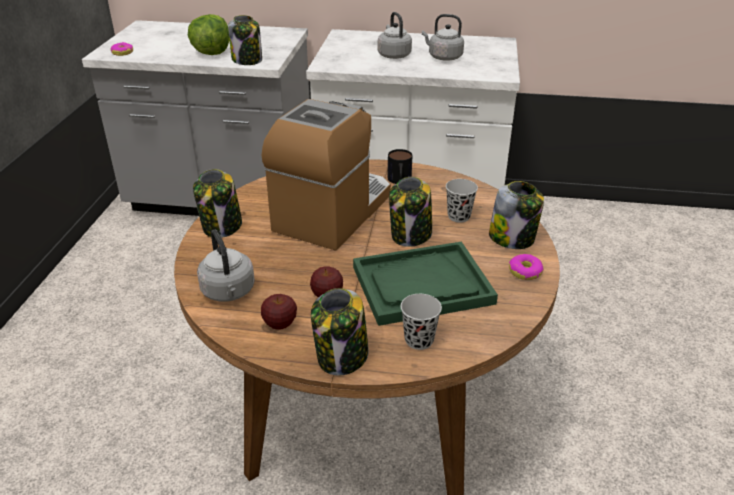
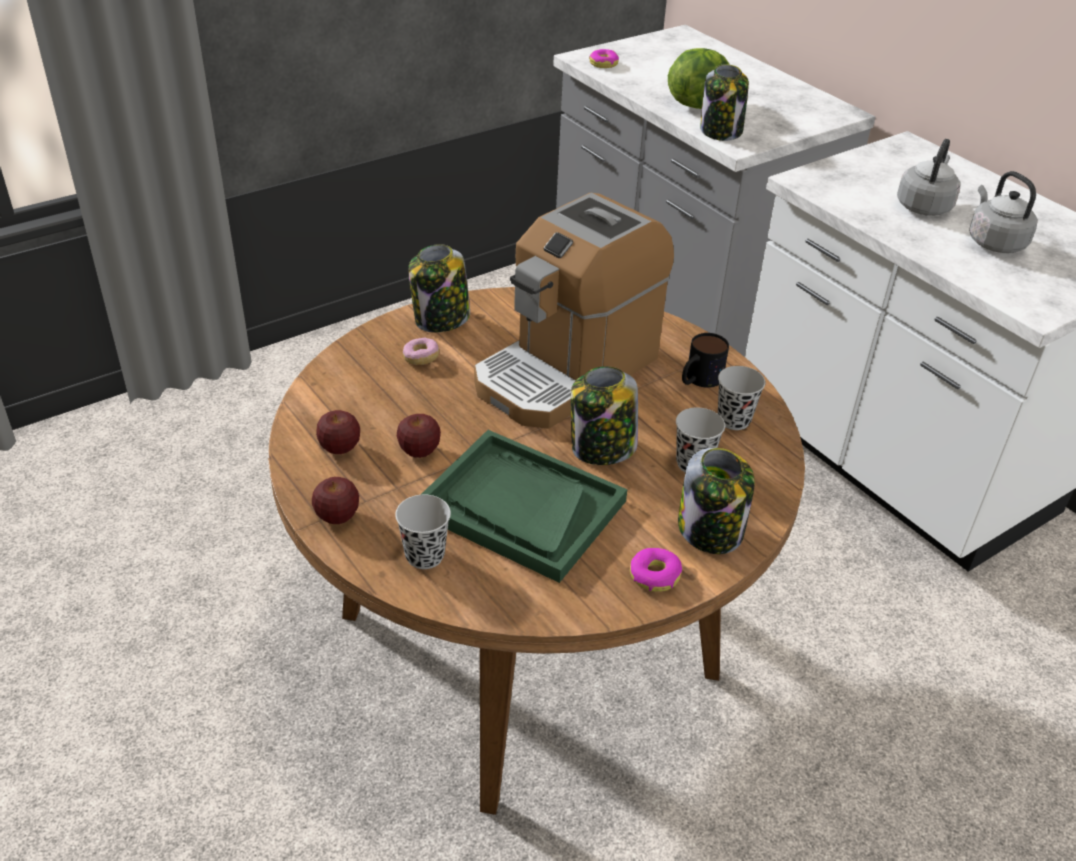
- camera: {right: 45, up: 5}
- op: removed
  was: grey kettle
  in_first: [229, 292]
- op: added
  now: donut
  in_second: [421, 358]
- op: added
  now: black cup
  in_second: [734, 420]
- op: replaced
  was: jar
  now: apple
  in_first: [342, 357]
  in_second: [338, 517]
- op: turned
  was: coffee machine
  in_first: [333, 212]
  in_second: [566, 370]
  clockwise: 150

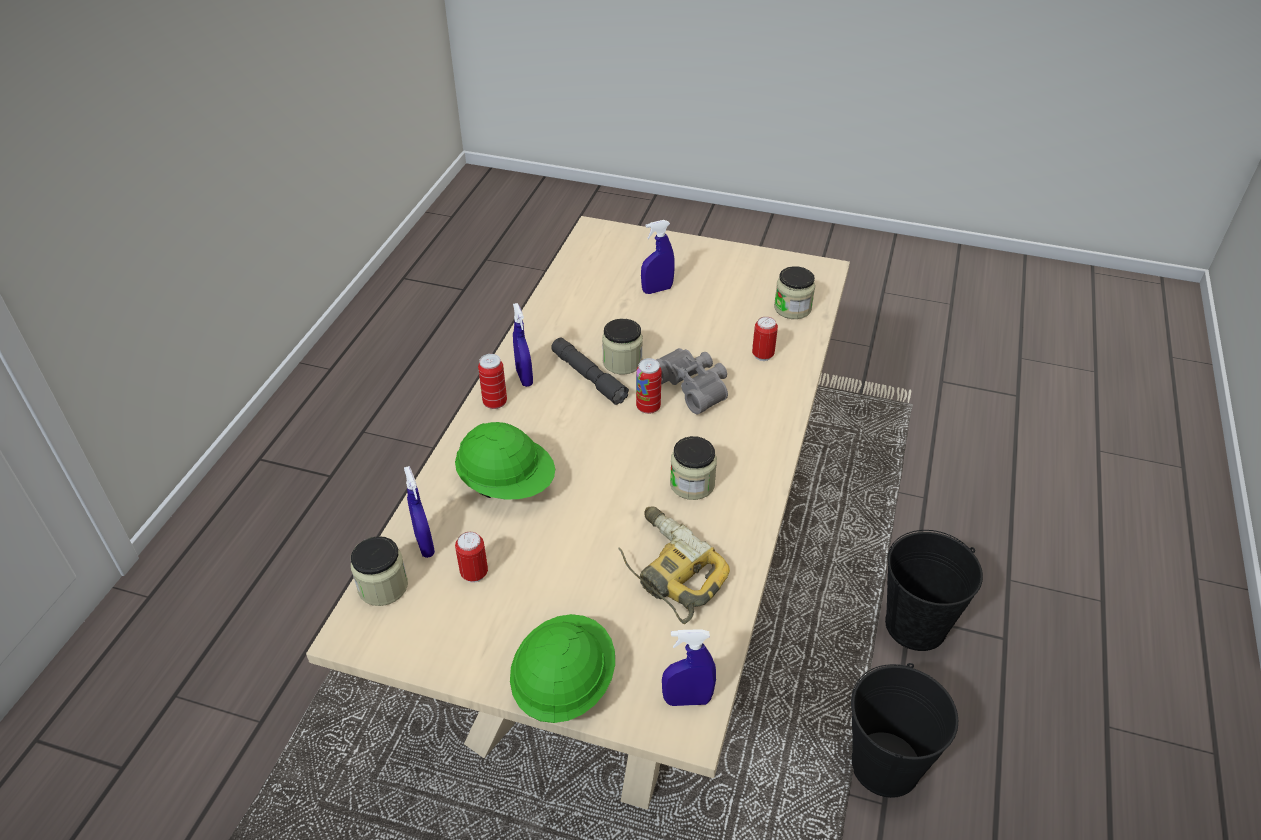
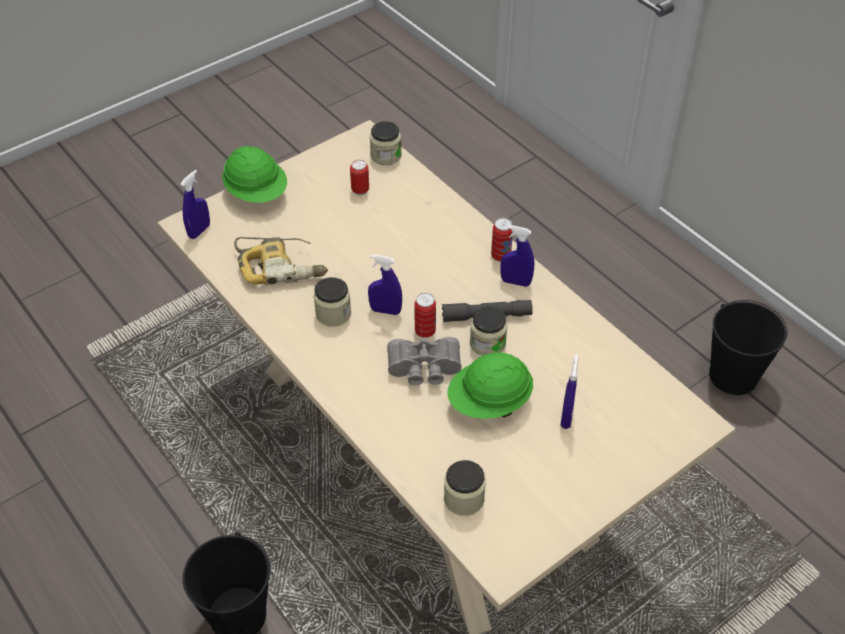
- camera: {right: 125, up: 5}
- op: removed
  was: can
  in_first: [762, 355]
- op: moved
  was: blue spray bottle
  in_first: [424, 544]
  in_second: [385, 310]
- op: moved
  was: green hard hat
  in_first: [507, 484]
  in_second: [489, 402]
- op: moved
  was: black bucket
  in_first: [886, 765]
  in_second: [733, 376]

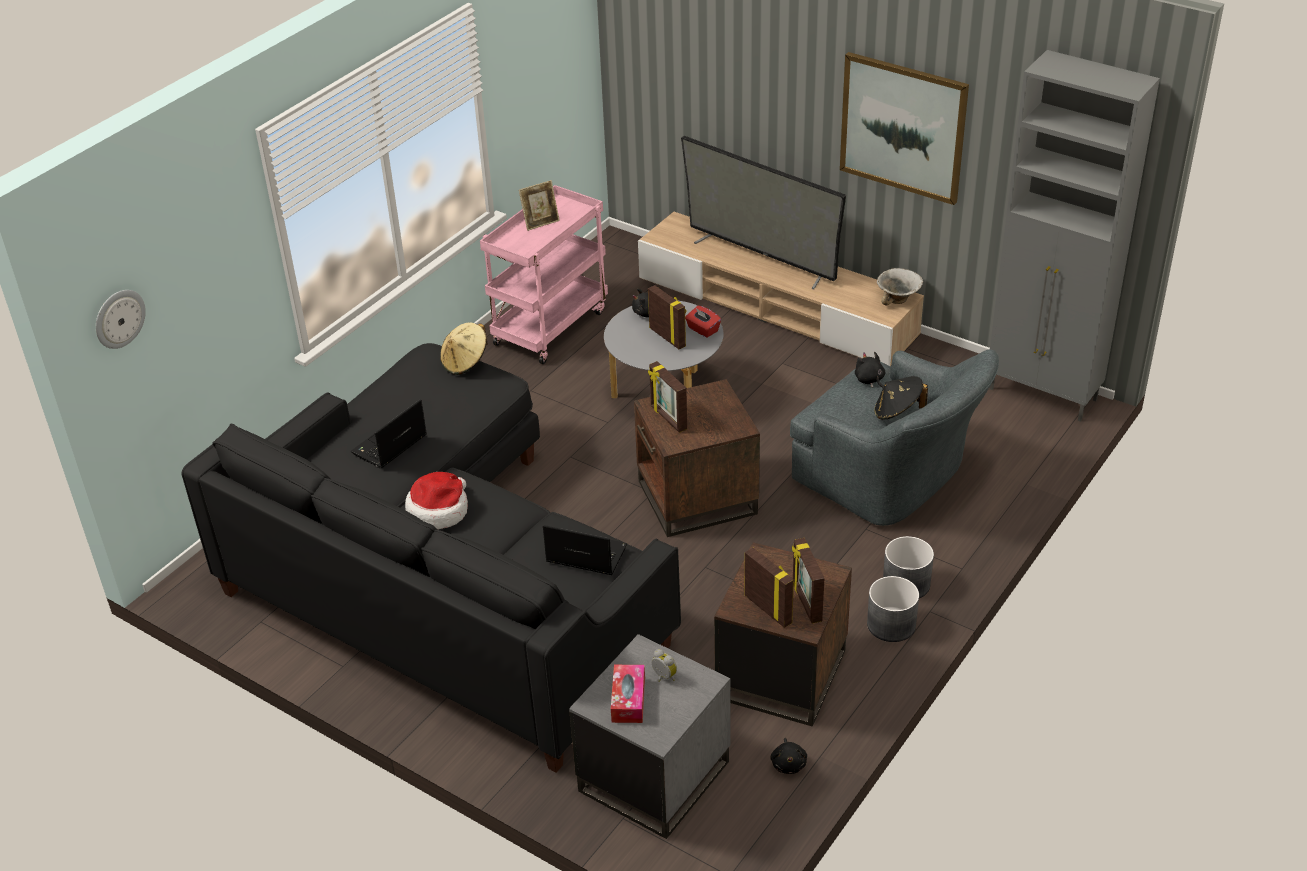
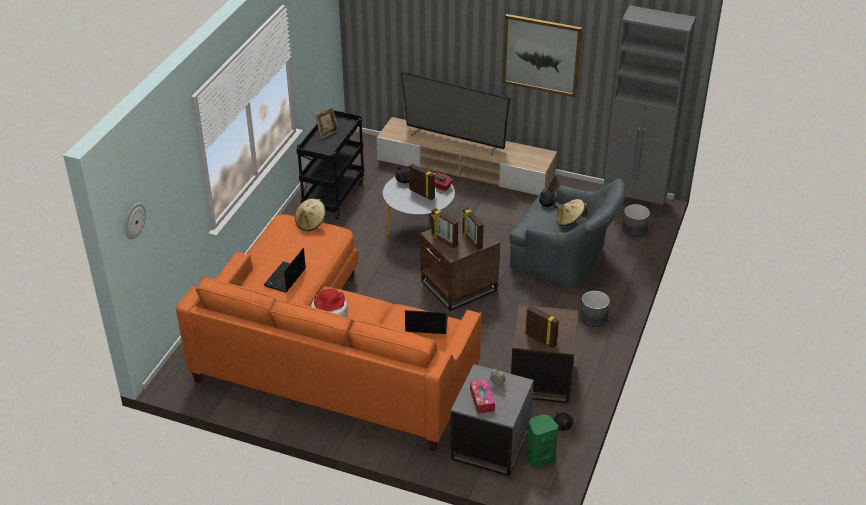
- camera: {right: -15, up: 0}
- op: removed
  was: bowl
  in_first: [898, 300]
- op: added
  now: green speaker
  in_second: [539, 457]
- op: moved
  was: picture frame
  in_first: [806, 602]
  in_second: [471, 241]
- op: moved
  was: grey planter
  in_first: [891, 625]
  in_second: [634, 230]
- op: recoloured
  was: black sofa
  now: orange sofa
  in_first: [446, 583]
  in_second: [329, 356]
- op: recoloured
  was: pink cart
  now: black cart
  in_first: [550, 326]
  in_second: [333, 196]
- op: recoloured
  was: black hat
  now: beige hat
  in_first: [897, 412]
  in_second: [570, 221]

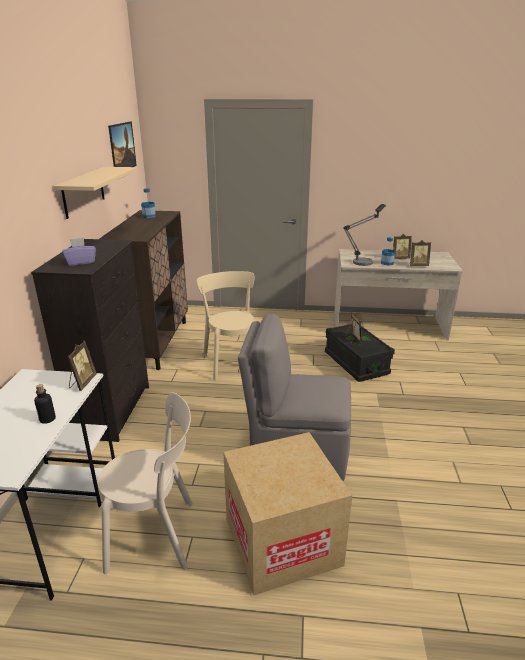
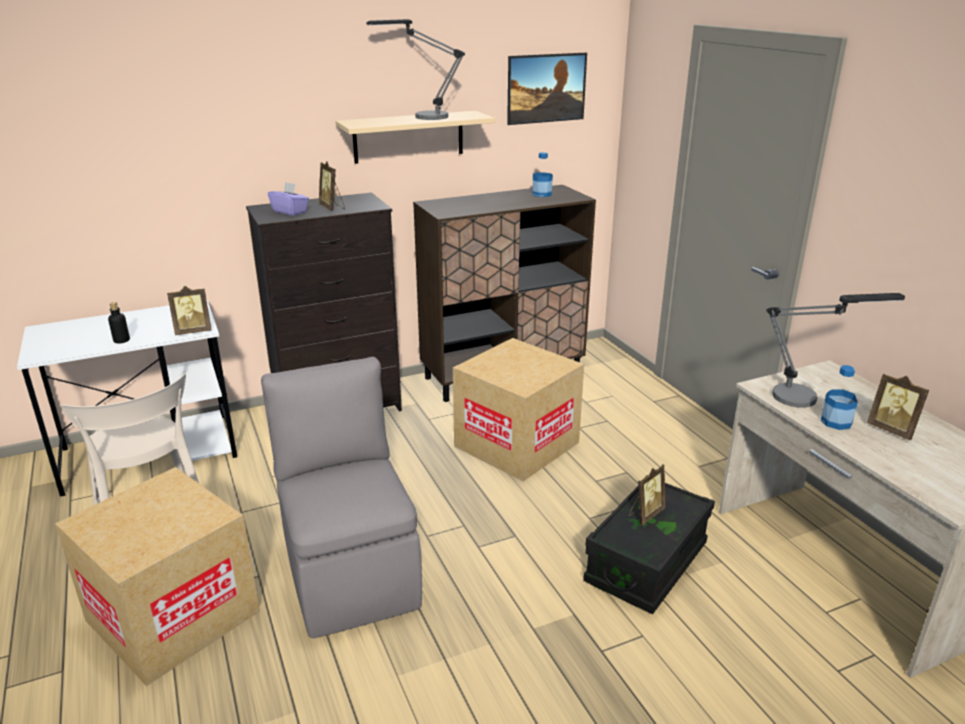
- camera: {right: 60, up: 0}
- op: added
  now: table lamp
  in_second: [422, 117]
- op: moved
  was: picture frame
  in_first: [418, 265]
  in_second: [332, 207]
- op: replaced
  was: beige chair
  now: cardboard box
  in_first: [231, 362]
  in_second: [516, 444]

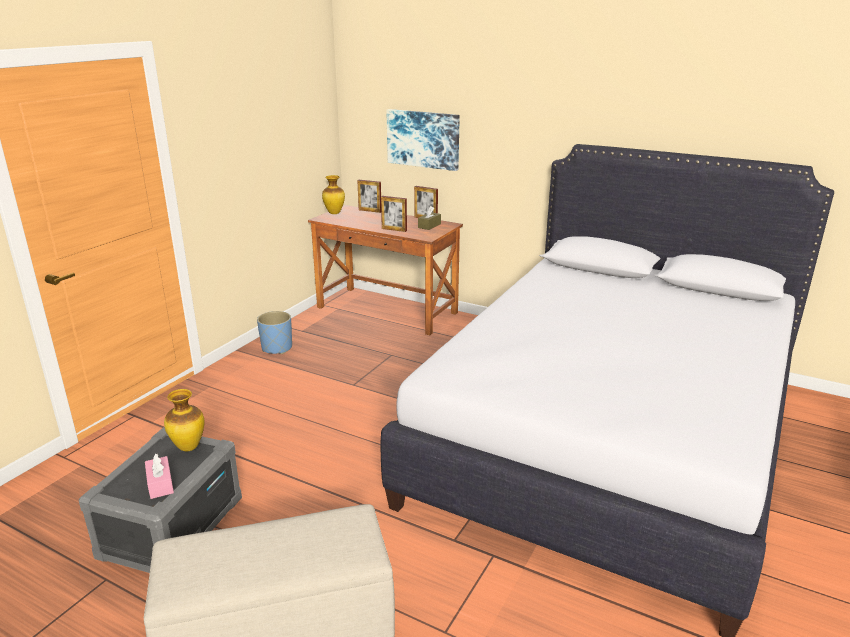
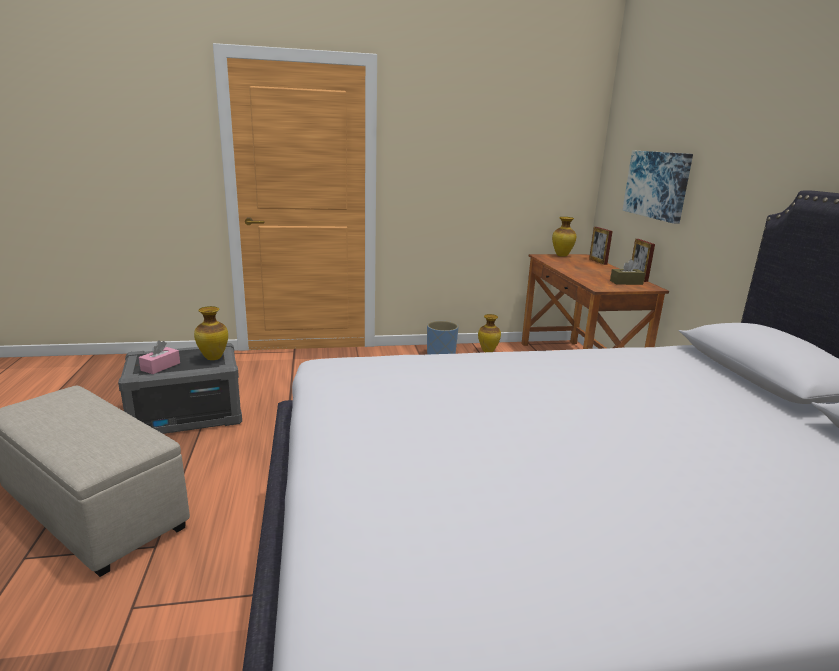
- camera: {right: 50, up: -5}
- op: removed
  was: picture frame
  in_first: [394, 229]
- op: added
  now: vase
  in_second: [488, 351]

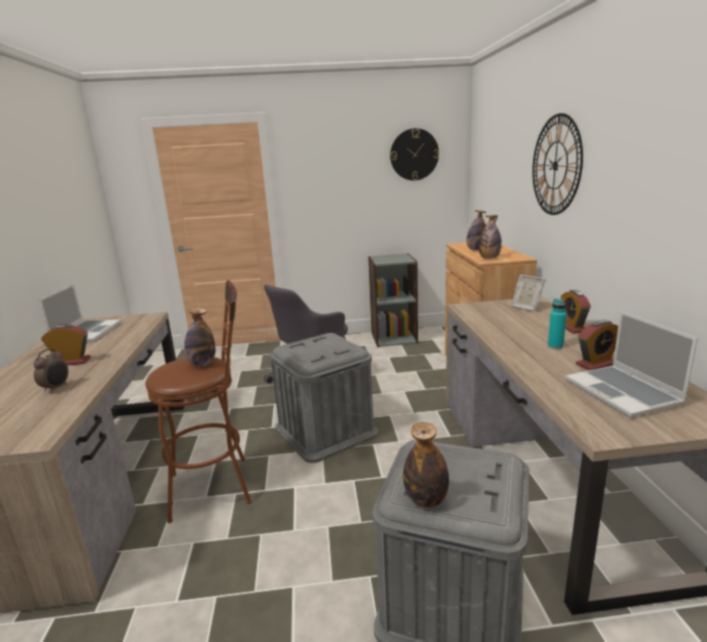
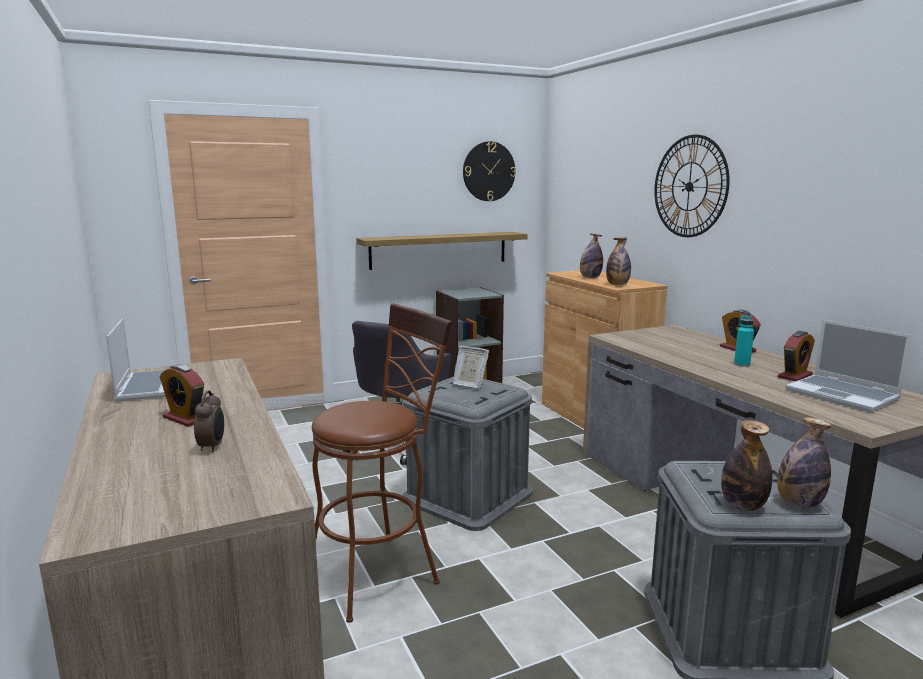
- camera: {right: -20, up: -5}
- op: added
  now: shelf
  in_second: [439, 250]
- op: moved
  was: bottle
  in_first: [202, 364]
  in_second: [799, 503]
- op: moved
  was: picture frame
  in_first: [526, 308]
  in_second: [469, 385]
- op: turned
  was: alarm clock
  in_first: [71, 362]
  in_second: [186, 418]
  clockwise: -120

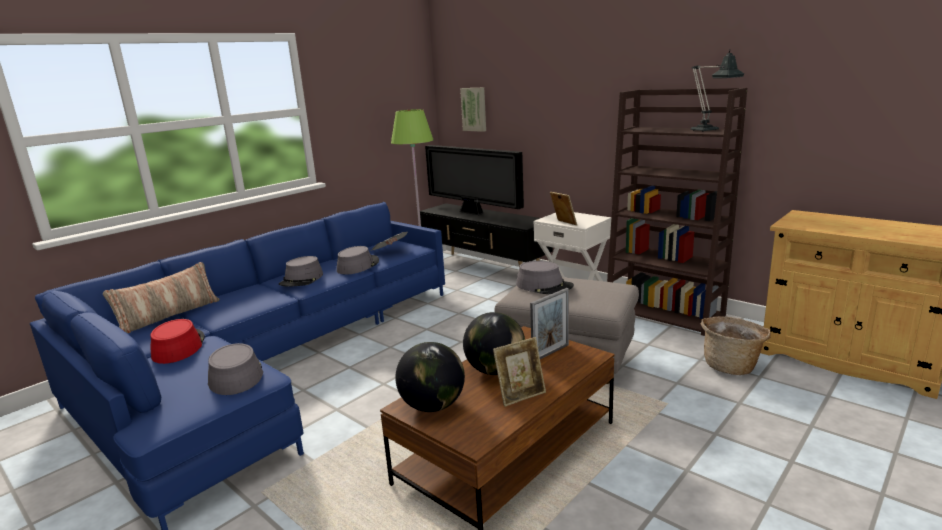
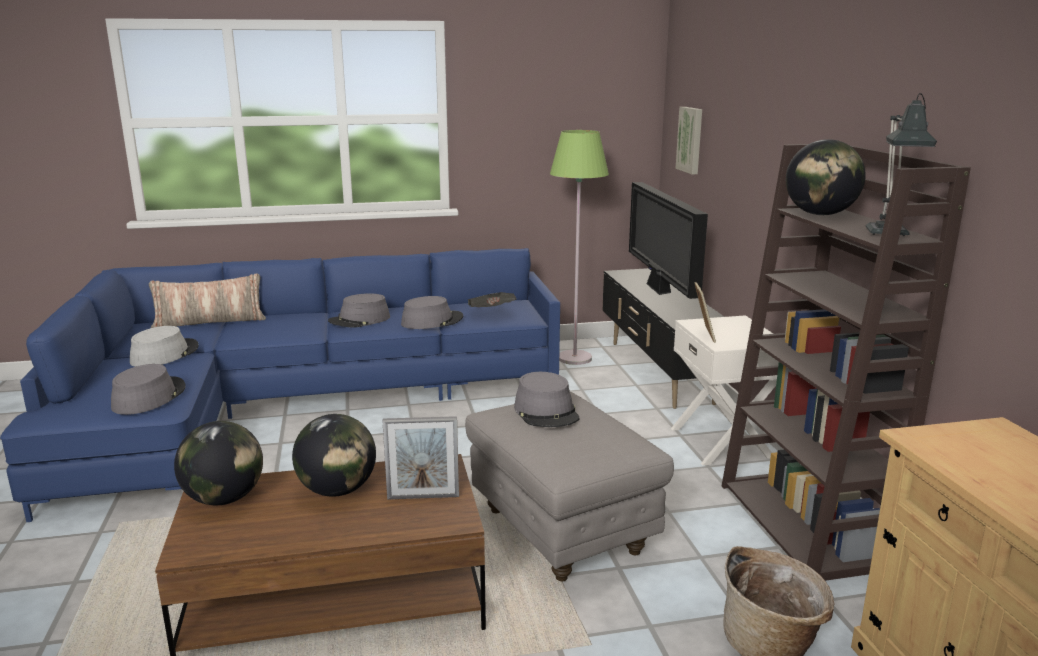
- camera: {right: 35, up: 0}
- op: removed
  was: picture frame
  in_first: [520, 395]
- op: added
  now: globe
  in_second: [820, 214]
- op: recoloured
  was: red hat
  now: grey hat
  in_first: [178, 347]
  in_second: [164, 354]

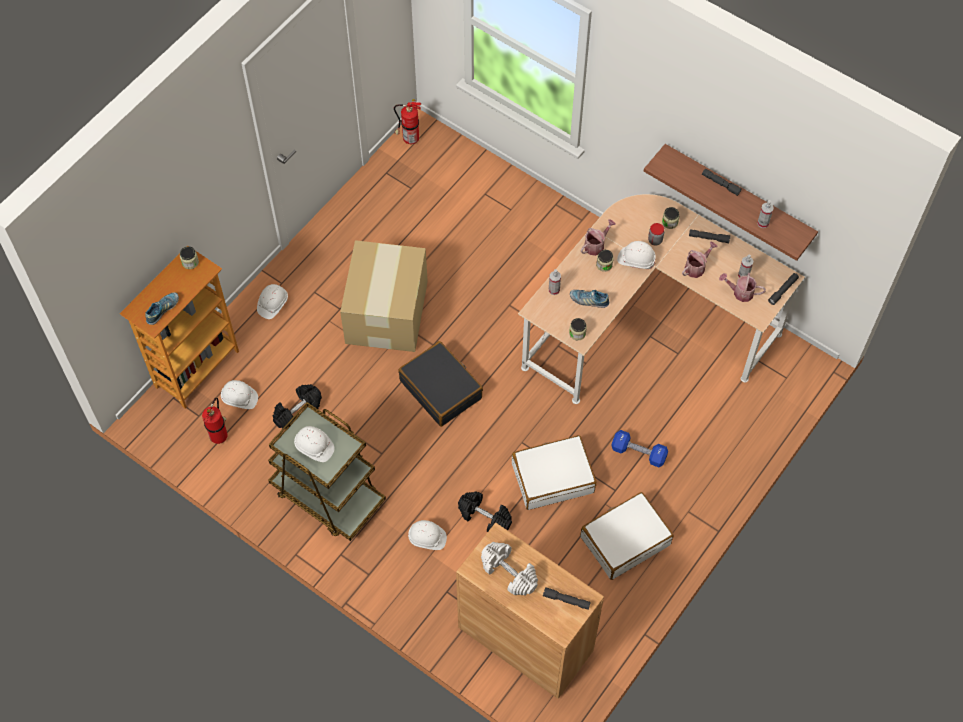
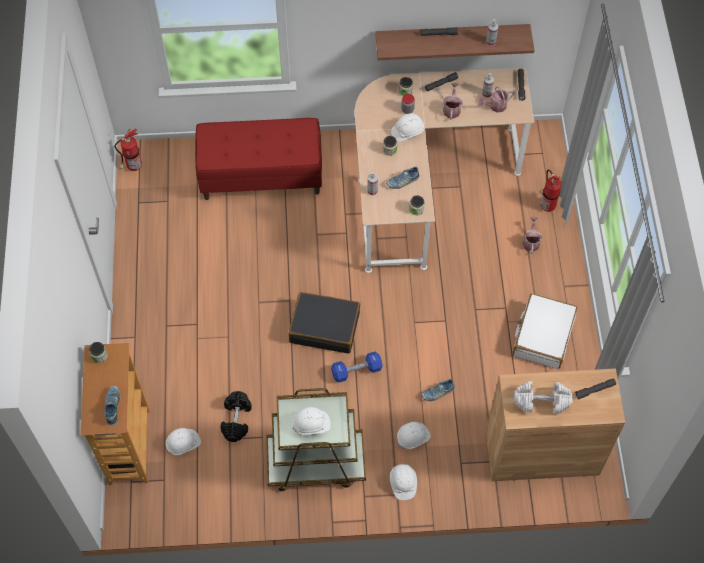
- camera: {right: -40, up: 0}
- op: removed
  was: cardboard box
  in_first: [387, 311]
- op: removed
  was: white suitcase
  in_first: [552, 477]
- op: added
  now: red bench
  in_second: [261, 175]
- op: moved
  was: fire extinguisher
  in_first: [220, 435]
  in_second: [546, 205]
- op: moved
  was: white hard hat
  in_first: [272, 304]
  in_second: [403, 483]
- op: moved
  was: watering can
  in_first: [596, 245]
  in_second: [531, 242]
- op: moved
  was: blue dumbbell
  in_first: [638, 453]
  in_second: [356, 370]
- op: replaced
  was: black dumbbell
  now: shoe
  in_first: [484, 517]
  in_second: [437, 392]

